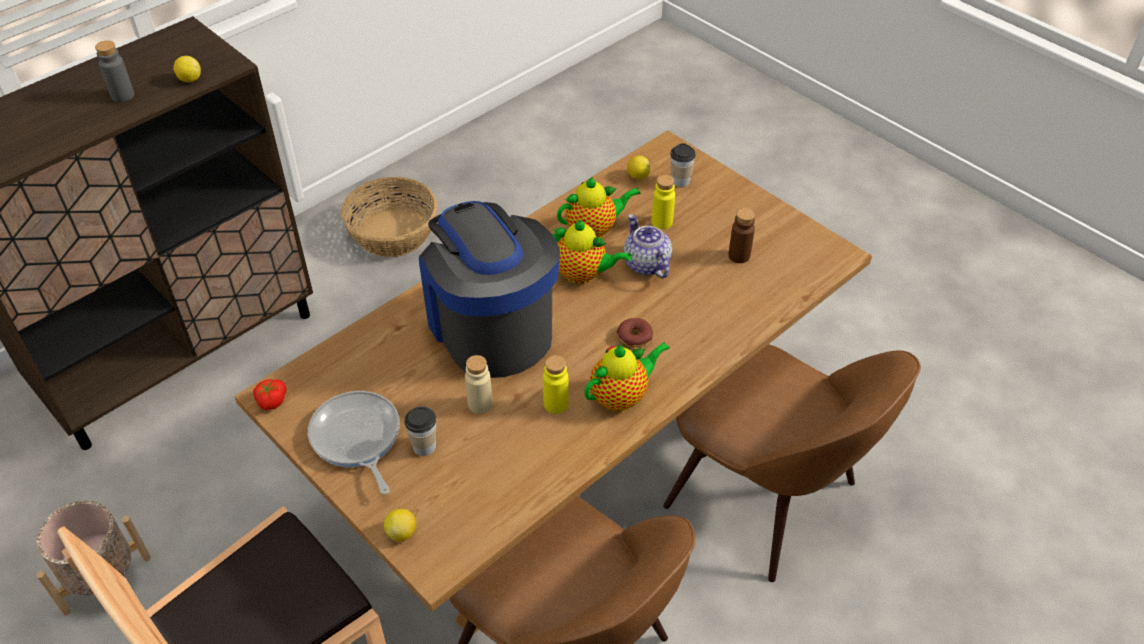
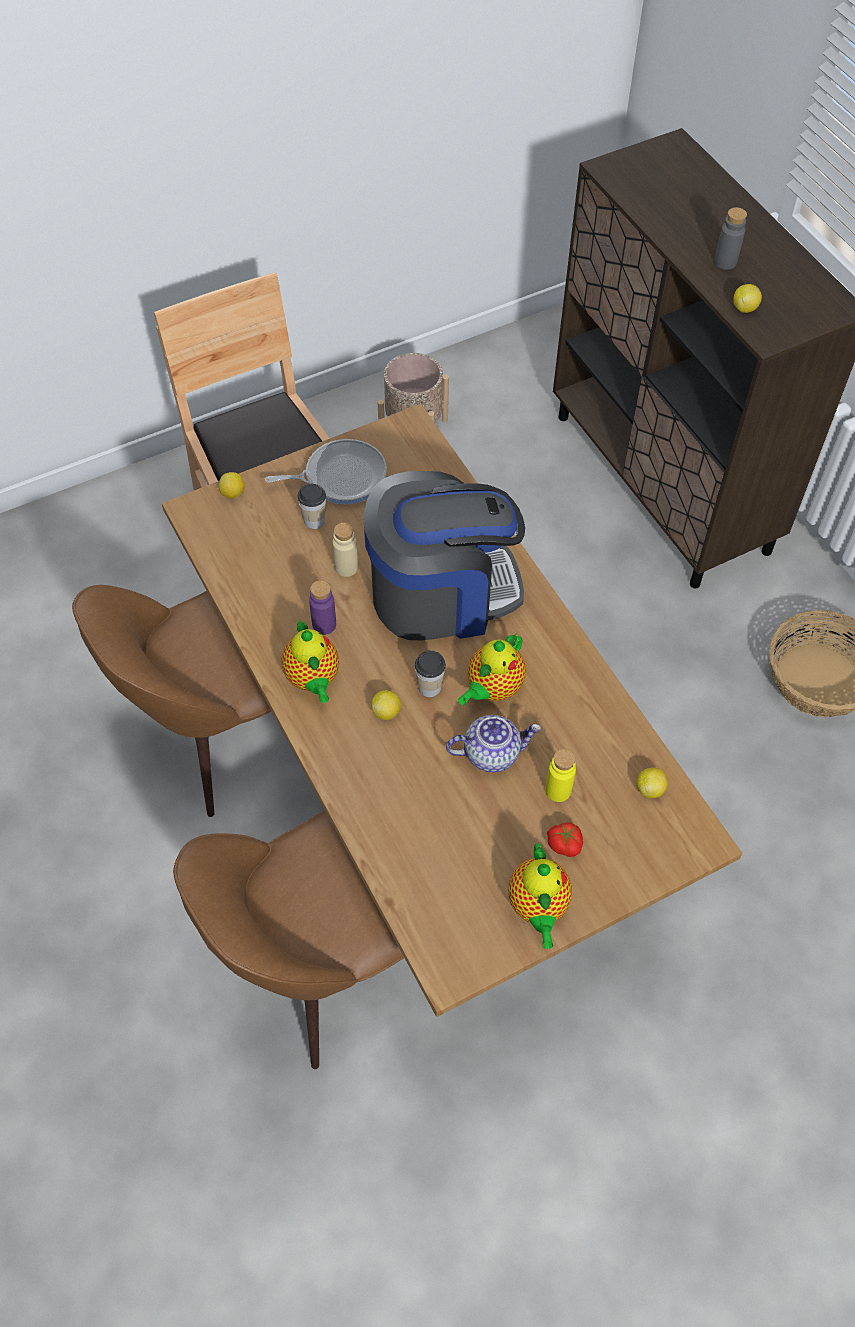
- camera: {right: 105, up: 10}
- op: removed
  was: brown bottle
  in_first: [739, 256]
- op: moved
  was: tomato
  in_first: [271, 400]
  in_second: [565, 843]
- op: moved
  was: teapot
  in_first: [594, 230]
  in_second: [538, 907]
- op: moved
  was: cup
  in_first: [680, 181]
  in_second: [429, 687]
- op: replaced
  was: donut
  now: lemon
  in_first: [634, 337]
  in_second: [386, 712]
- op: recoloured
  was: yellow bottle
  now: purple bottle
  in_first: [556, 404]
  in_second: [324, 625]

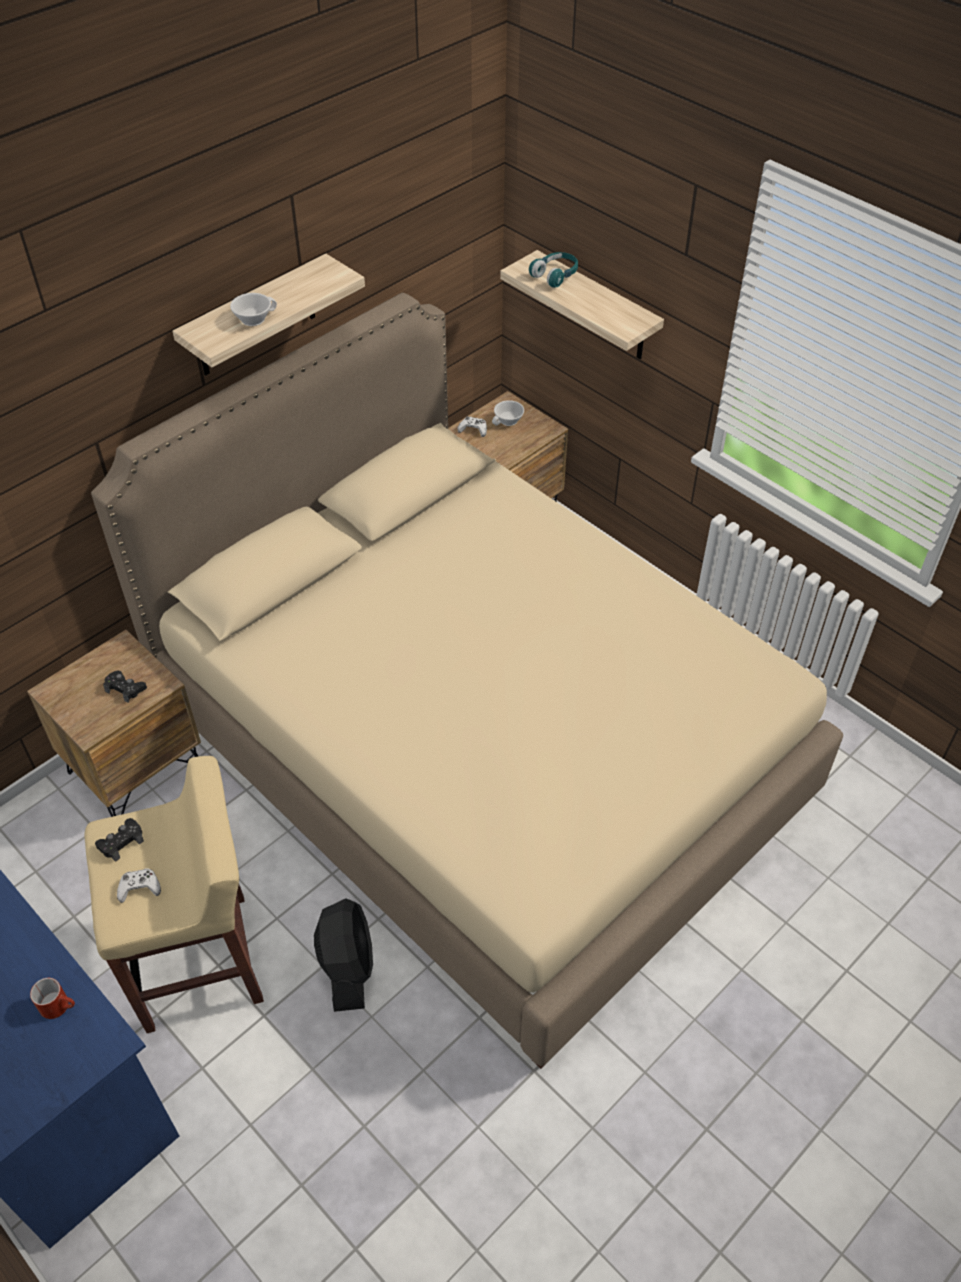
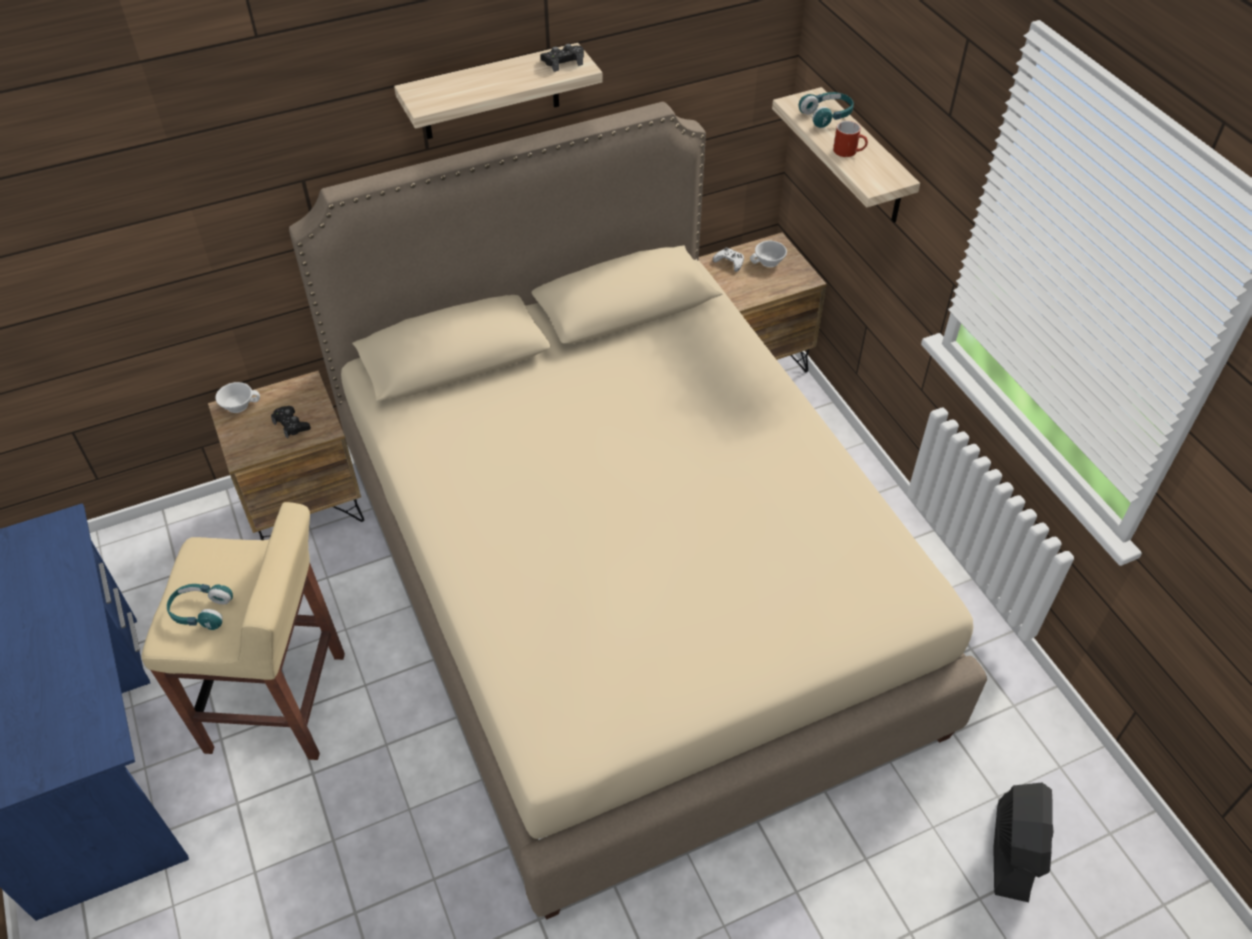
- camera: {right: 20, up: 0}
- op: moved
  was: red mug
  in_first: [60, 1005]
  in_second: [849, 151]
- op: moved
  was: black game controller
  in_first: [121, 842]
  in_second: [563, 62]
- op: moved
  was: white cup
  in_first: [253, 318]
  in_second: [238, 404]
- op: moved
  was: black fan
  in_first: [347, 966]
  in_second: [1012, 851]
- op: replaced
  was: white game controller
  now: turquoise headphones
  in_first: [139, 888]
  in_second: [201, 611]

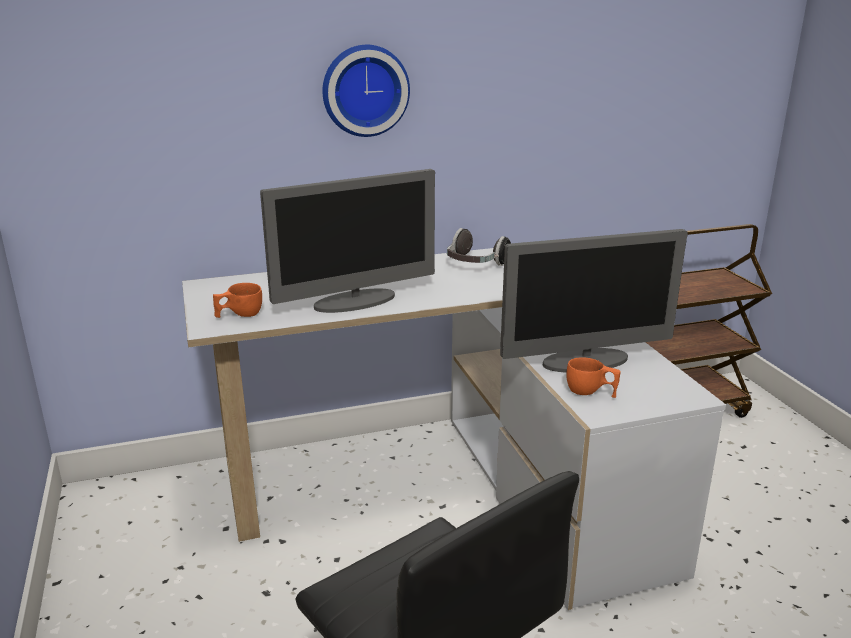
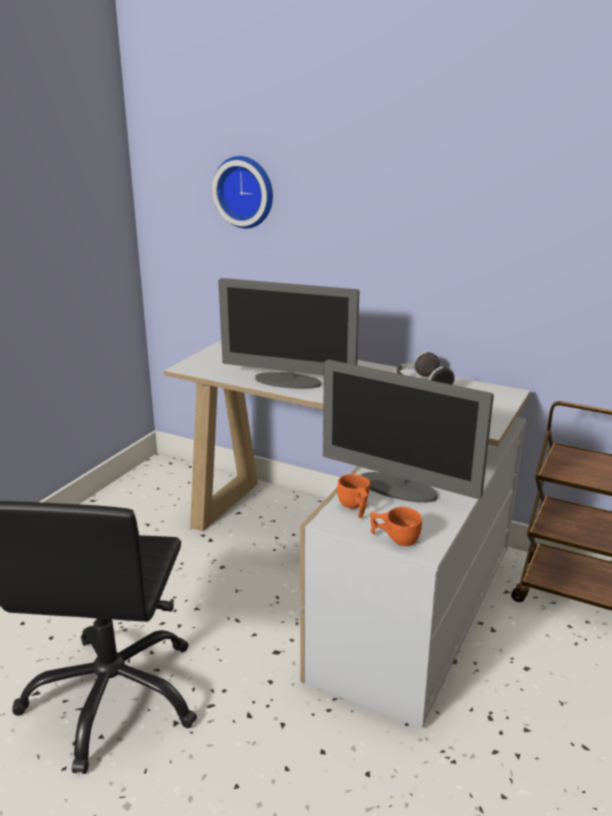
- camera: {right: 45, up: 0}
- op: moved
  was: orange cup
  in_first: [239, 314]
  in_second: [395, 538]
- op: moved
  was: wall clock
  in_first: [364, 90]
  in_second: [245, 191]

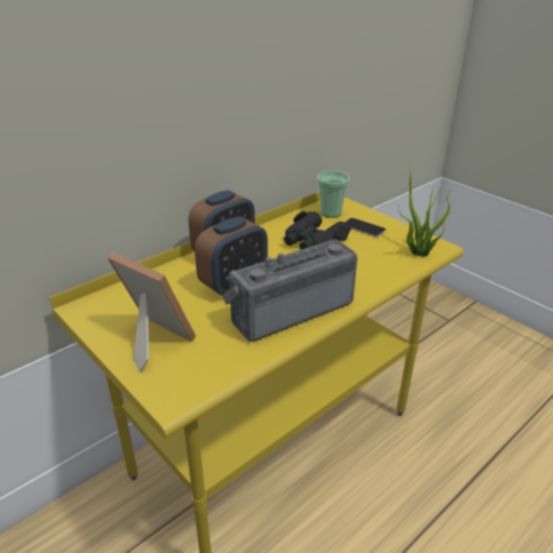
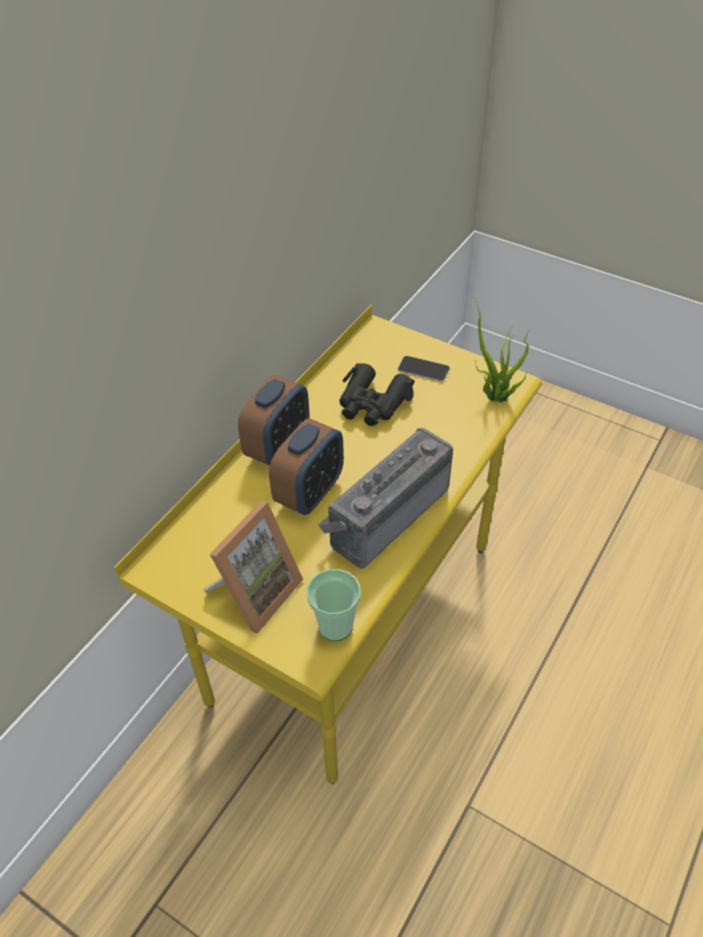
- camera: {right: -15, up: 15}
- op: moved
  was: cup
  in_first: [330, 213]
  in_second: [335, 626]
- op: turned
  was: picture frame
  in_first: [152, 340]
  in_second: [255, 592]
  clockwise: 105

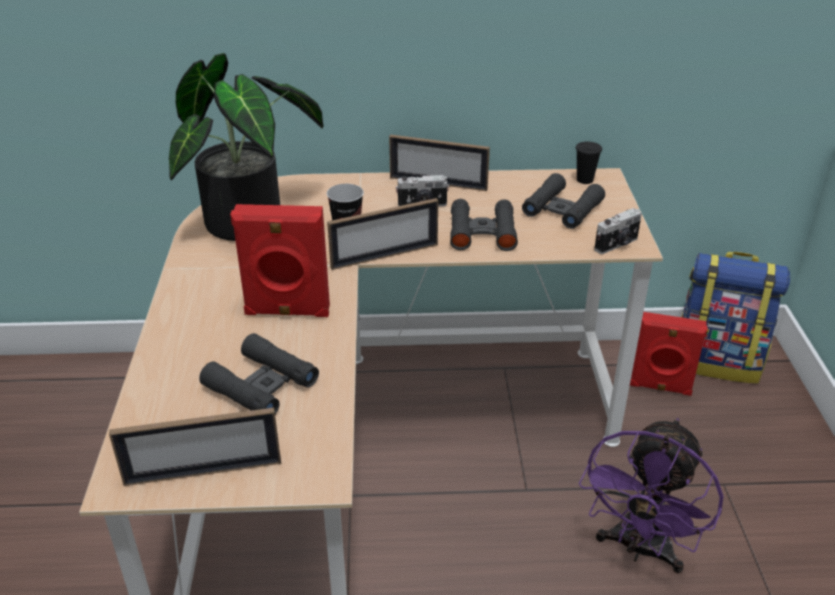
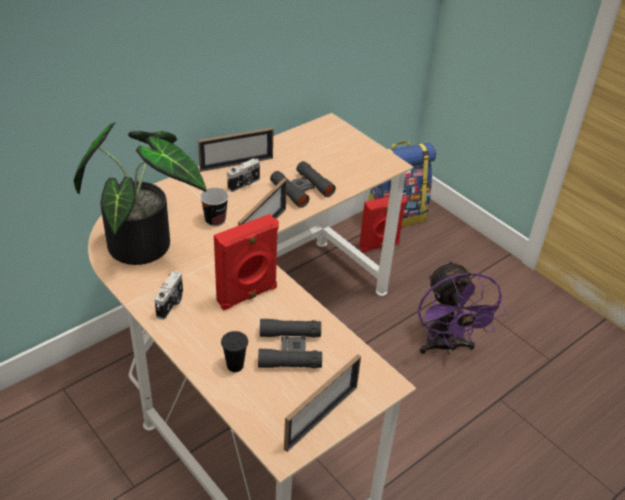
- camera: {right: -40, up: 5}
- op: removed
  was: black binoculars
  in_first: [562, 209]
- op: moved
  was: black cup
  in_first: [584, 180]
  in_second: [235, 365]
- op: moved
  was: photo camera
  in_first: [617, 245]
  in_second: [171, 304]

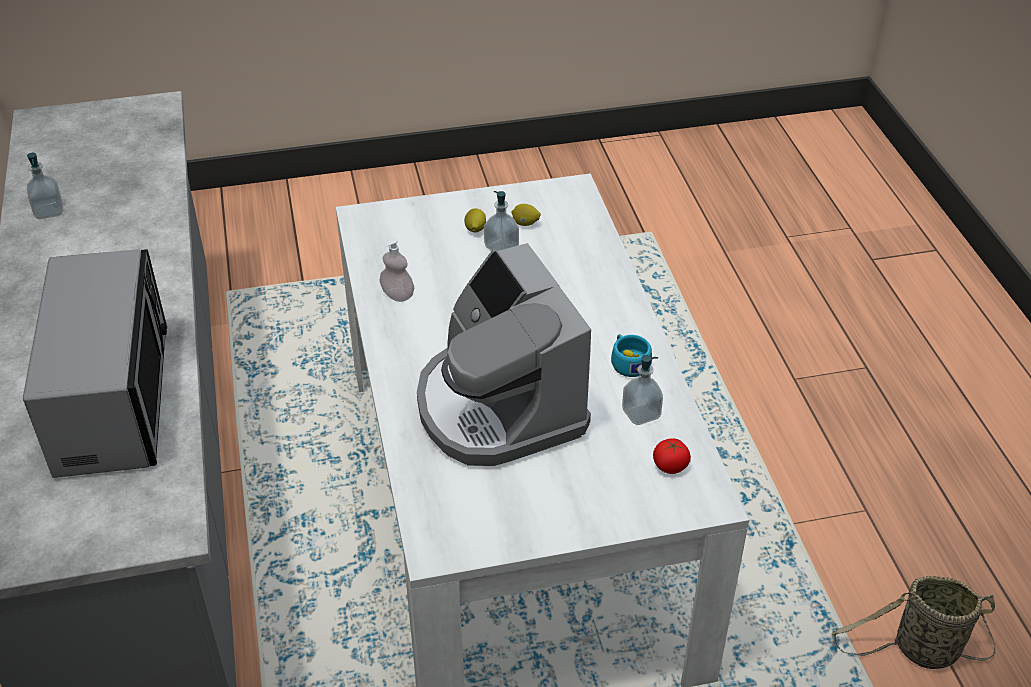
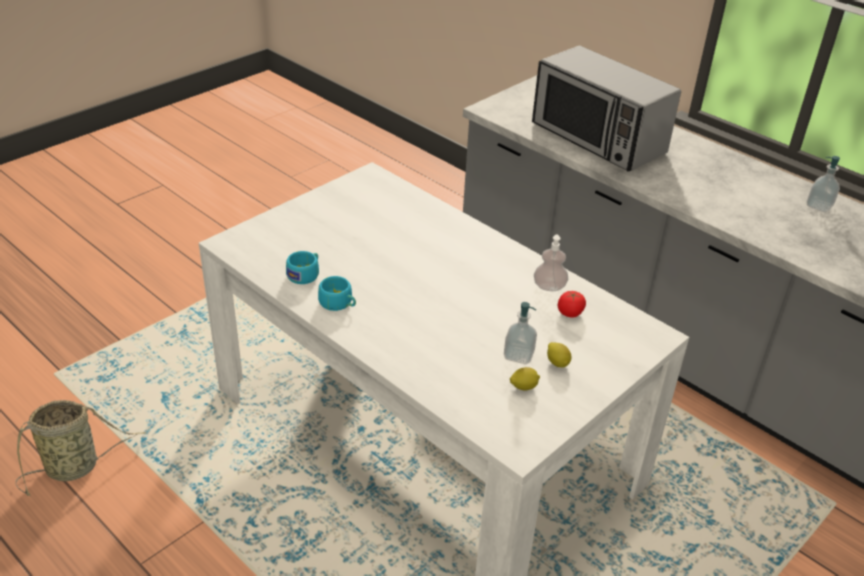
- camera: {right: 145, up: -5}
- op: removed
  was: coffee machine
  in_first: [498, 407]
- op: moved
  was: tomato
  in_first: [670, 466]
  in_second: [570, 313]
- op: replaced
  was: soap dispenser
  now: turquoise cup
  in_first: [641, 413]
  in_second: [305, 274]

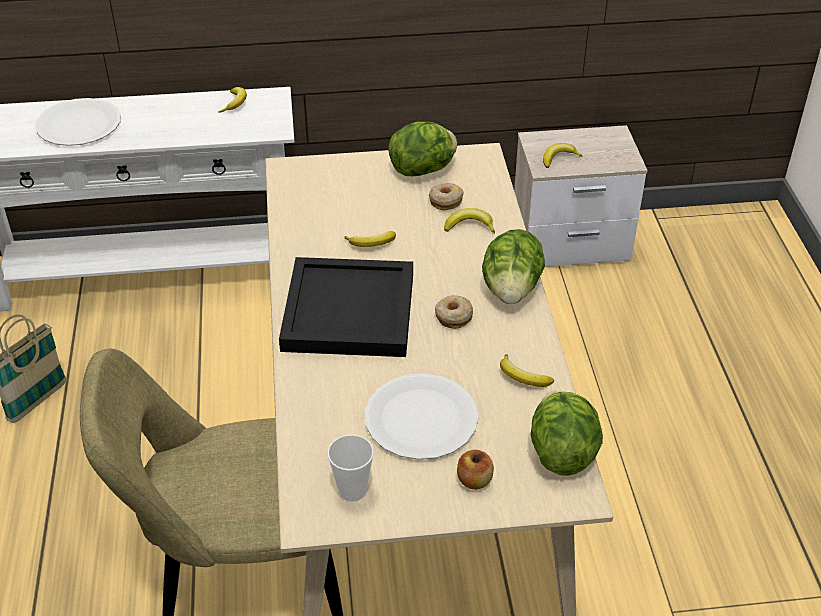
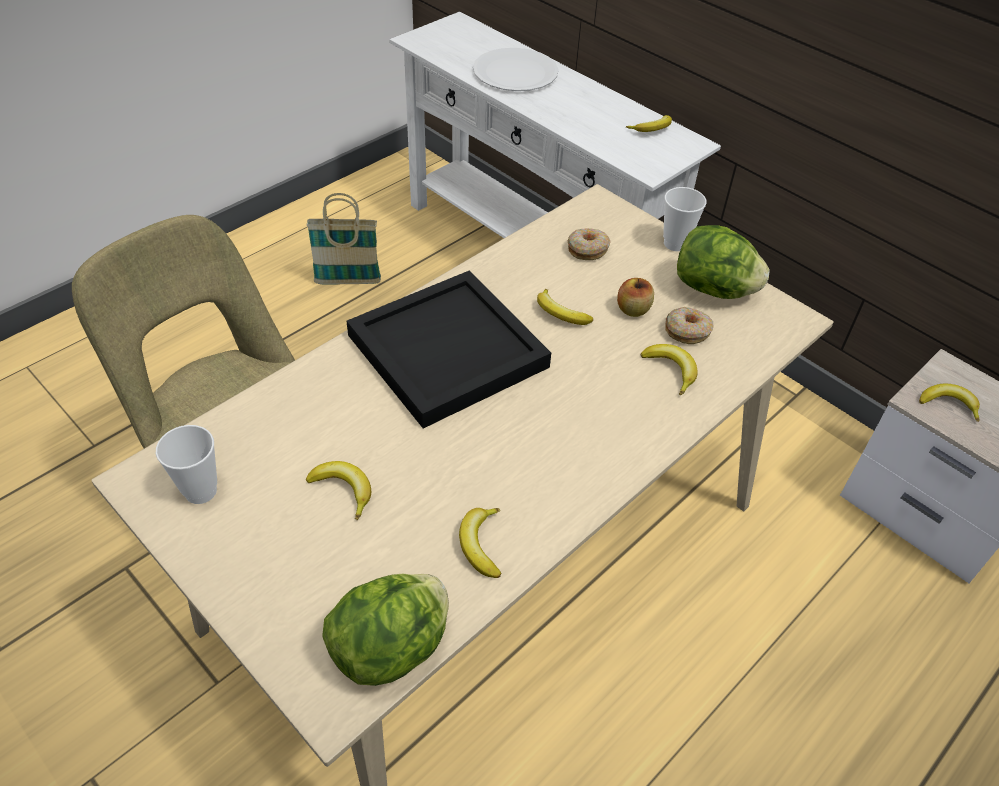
- camera: {right: 50, up: 5}
- op: removed
  was: lettuce
  in_first: [511, 289]
- op: added
  now: cup
  in_second: [675, 244]
- op: moved
  was: donut
  in_first: [453, 316]
  in_second: [587, 249]
- op: moved
  was: apple
  in_first: [474, 480]
  in_second: [633, 310]
- op: replaced
  was: white plate
  now: banana
  in_first: [421, 418]
  in_second: [343, 490]

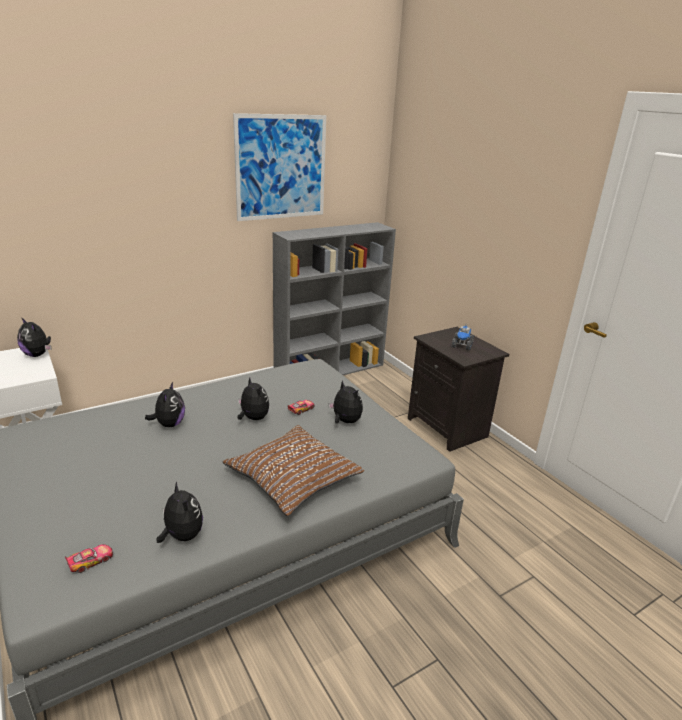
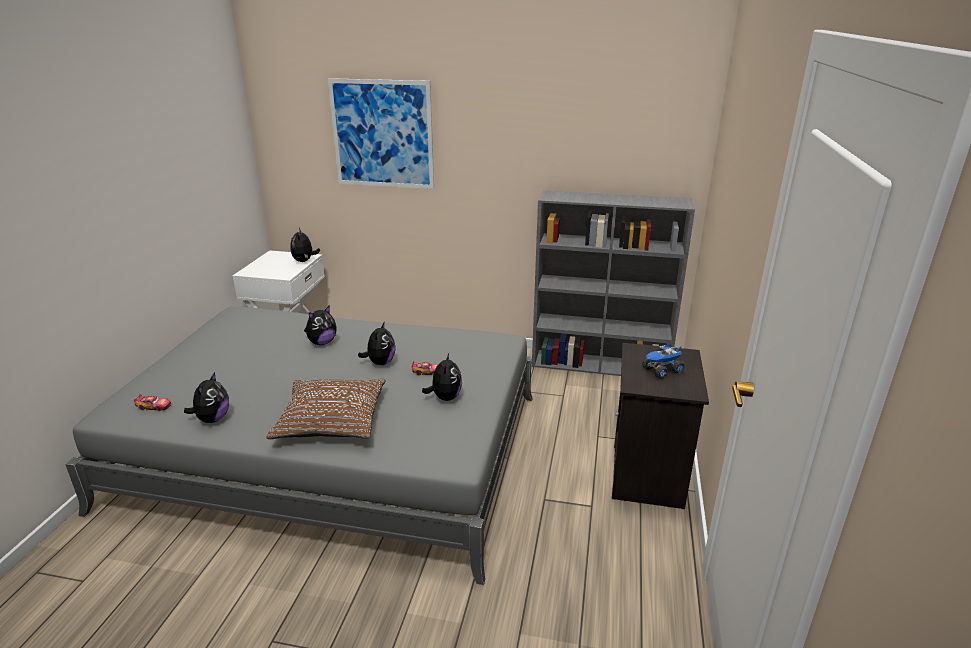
- camera: {right: 45, up: 0}
- op: moved
  was: picture
  in_first: [281, 167]
  in_second: [382, 134]

